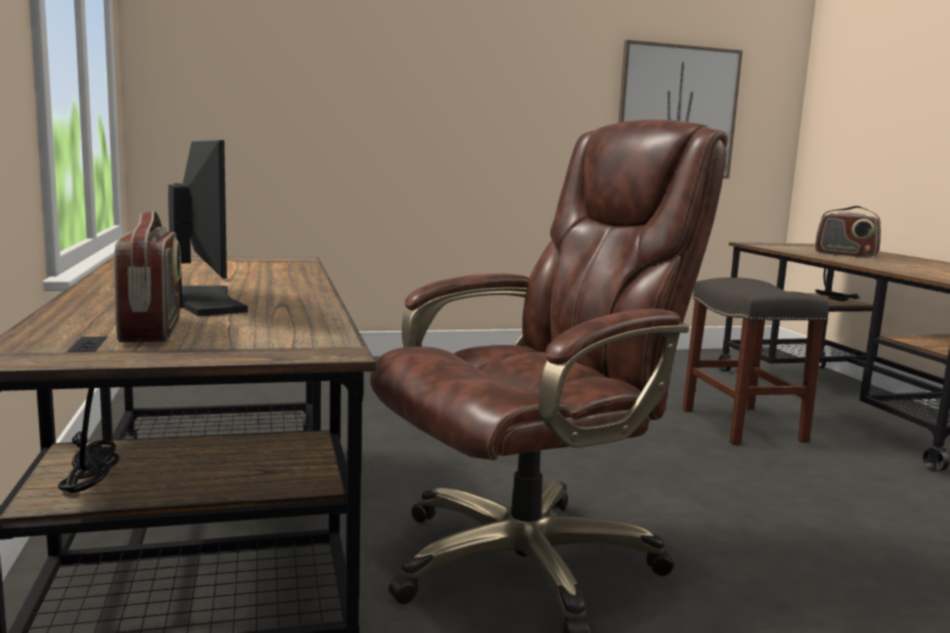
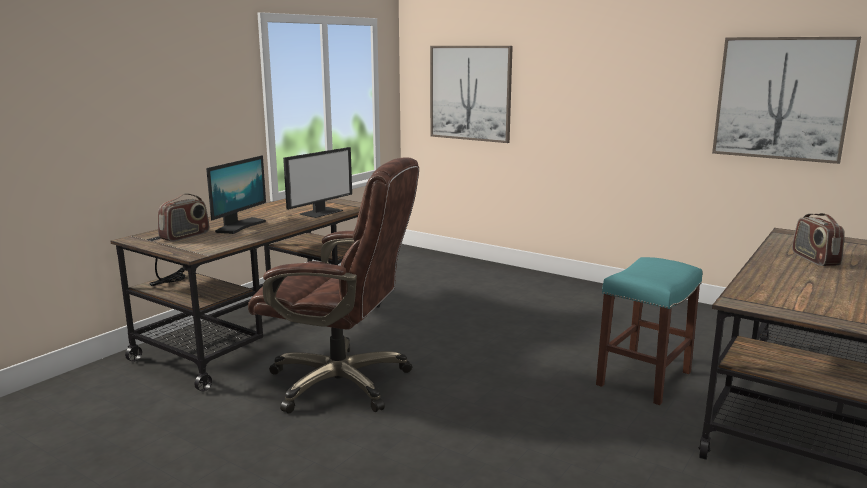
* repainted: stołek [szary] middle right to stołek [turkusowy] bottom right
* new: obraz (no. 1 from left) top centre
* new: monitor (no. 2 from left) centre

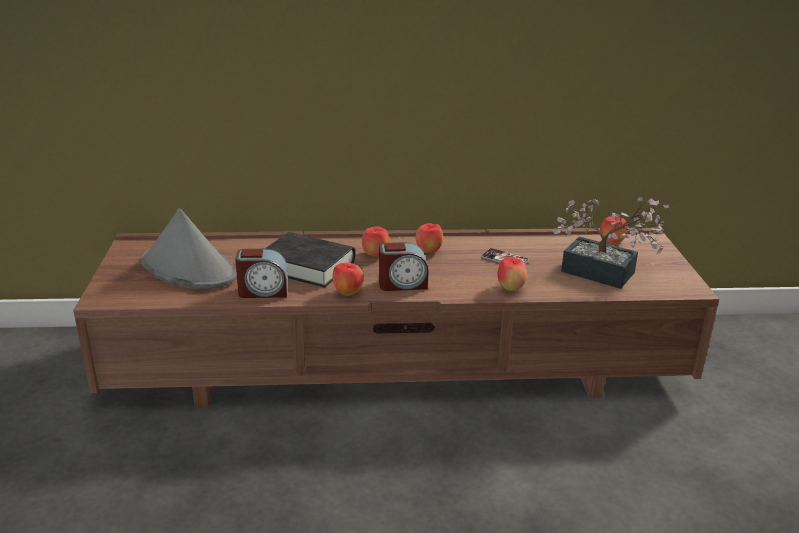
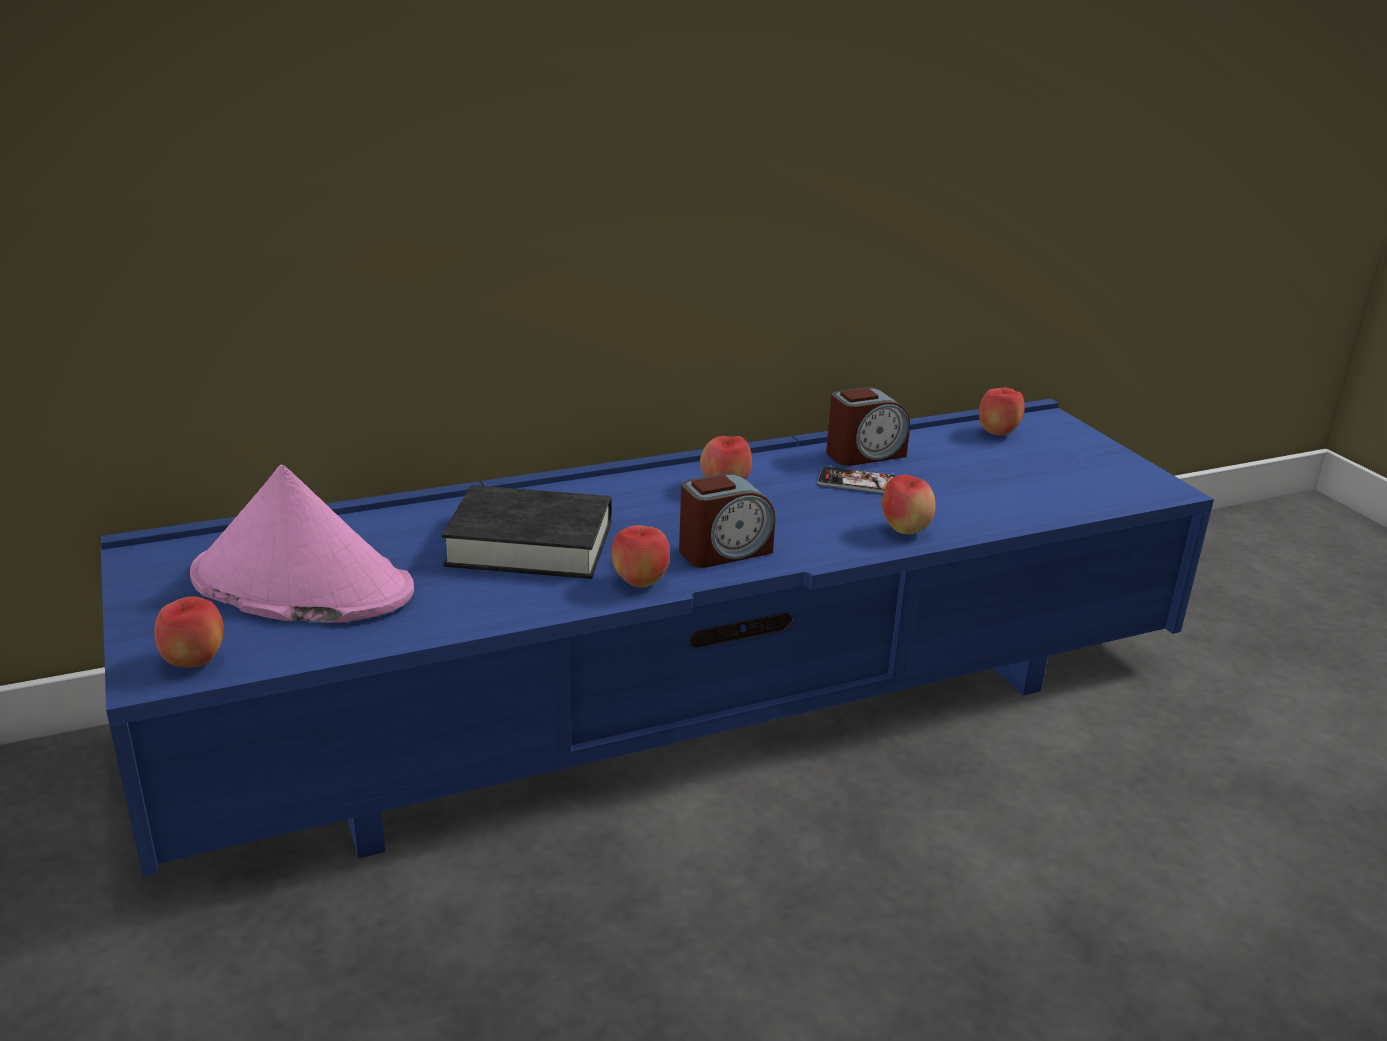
* gone: roślina doniczkowa middle right
* repainted: kapelusz [szary] middle left to kapelusz [różowy] middle left
* shifted: jabłko (no. 2 from left in the first image) centre to jabłko (no. 1 from left) middle left
* repainted: szafka pod telewizor [brązowy] centre to szafka pod telewizor [niebieski] centre
* shifted: budzik (no. 1 from left in the first image) middle left to budzik (no. 2 from left) centre

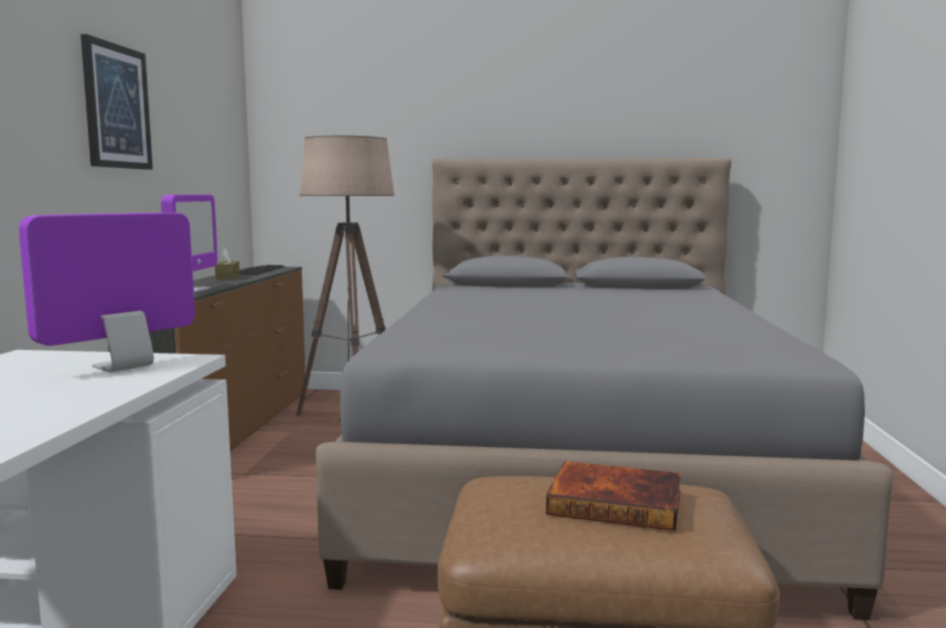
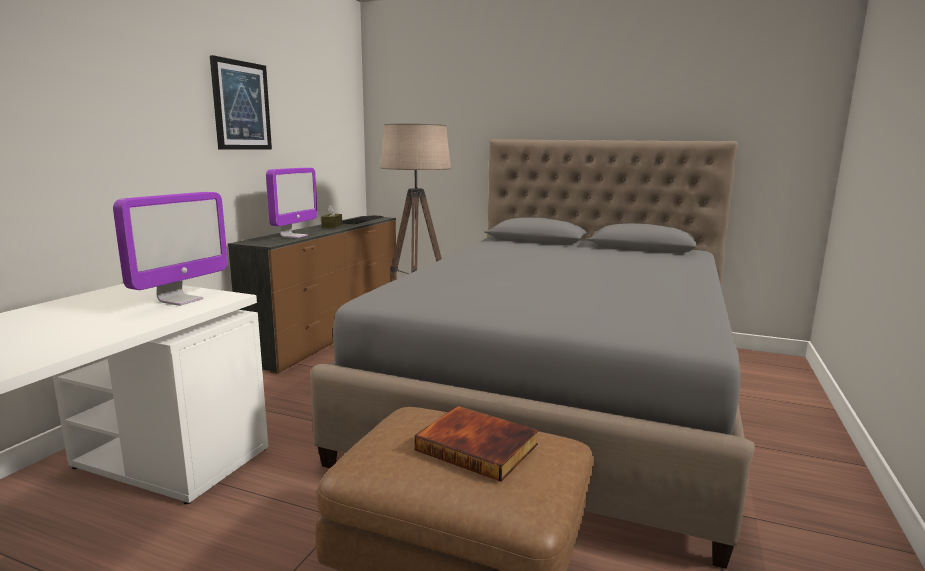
* rotated: monitor (no. 1 from left) middle left = middle left 150 degrees clockwise

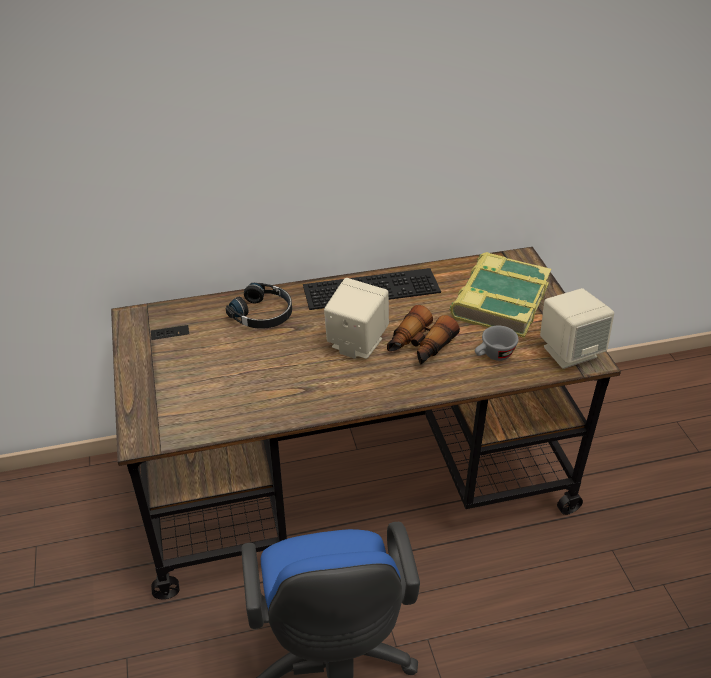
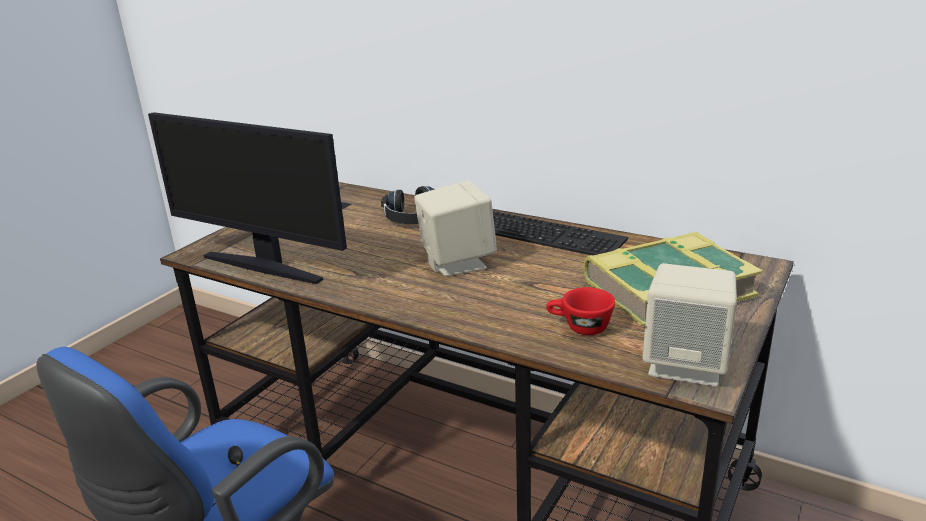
* gone: lornetka centre
* repainted: filiżanka [szary] middle right to filiżanka [czerwony] centre
* new: monitor middle left

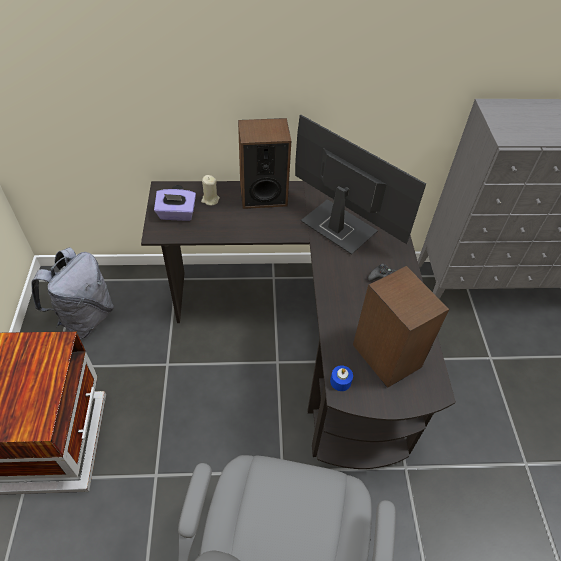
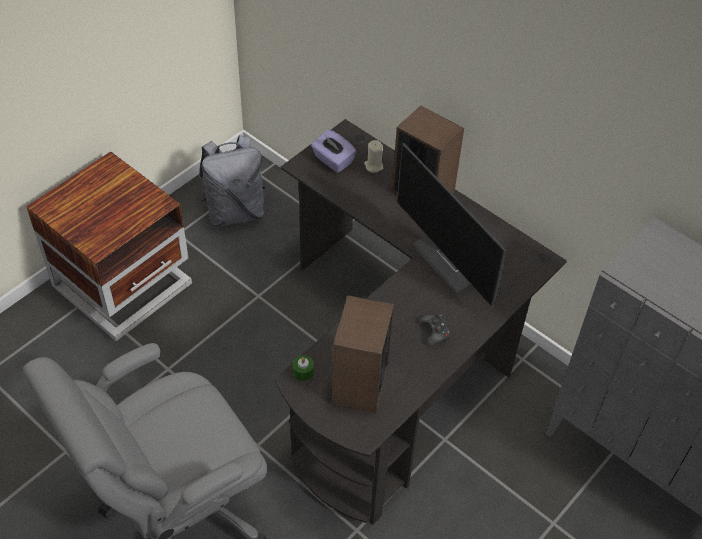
* rotated: monitor top centre = centre 150 degrees clockwise
* repainted: świeca [niebieski] bottom centre to świeca [zielony] bottom centre

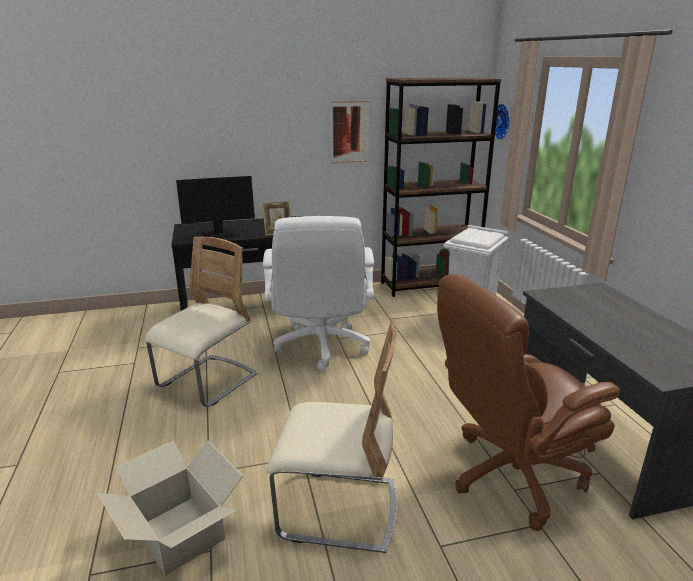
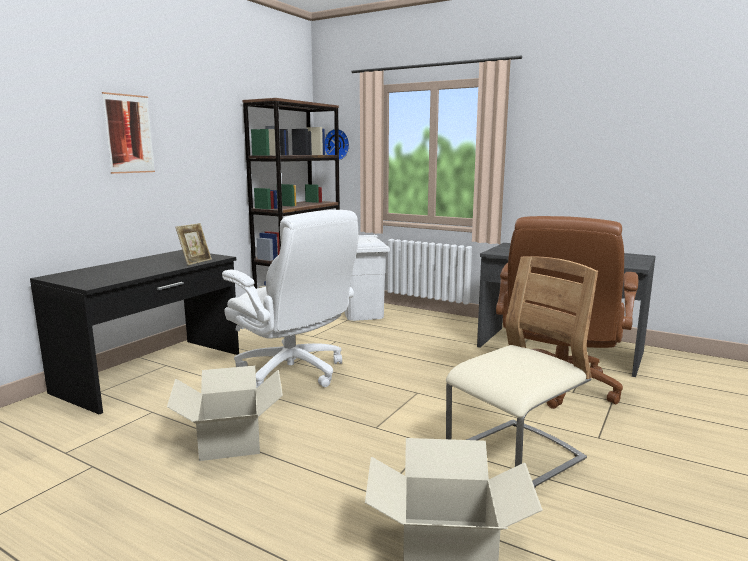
* shifted: obraz top centre to top left
* gone: monitor middle left
* swapped: krzesło [beżowy] (no. 1 from left) middle left to karton (no. 1 from left) bottom left

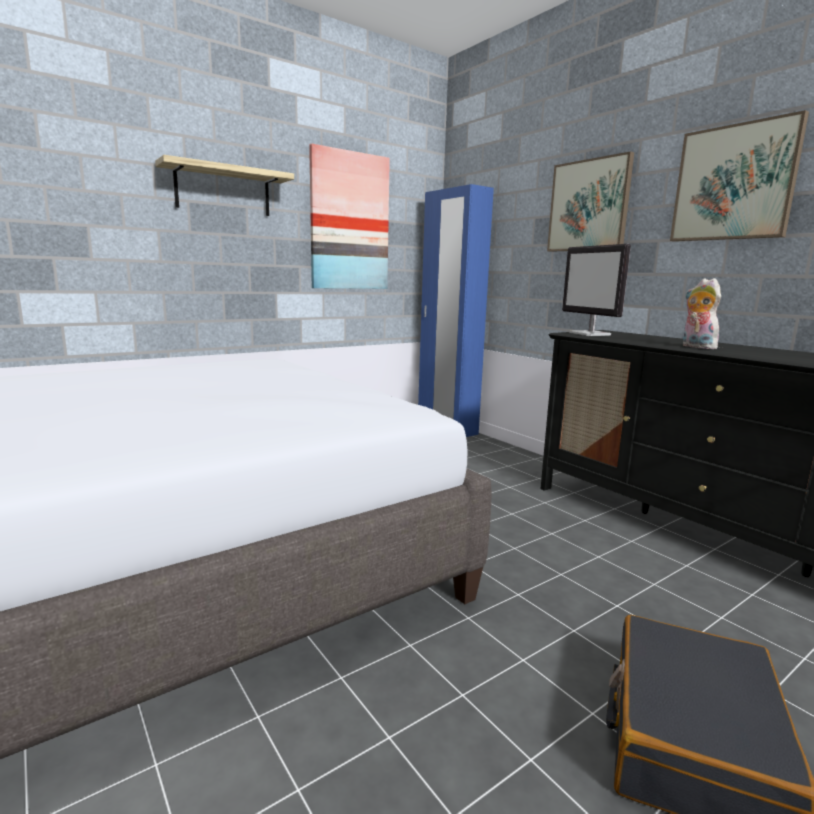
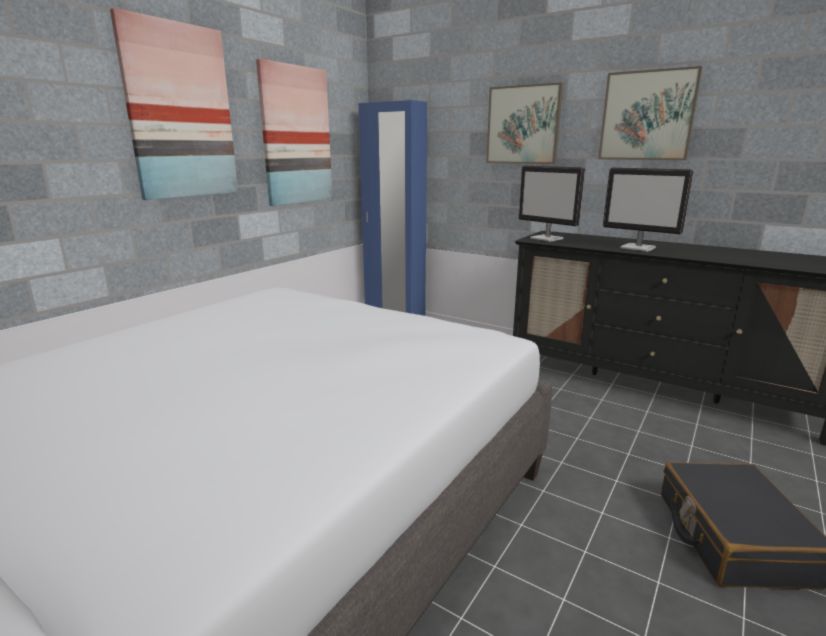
* swapped: półka top left to obraz (no. 1 from left) top left
* swapped: pluszak middle right to monitor (no. 2 from left) top right

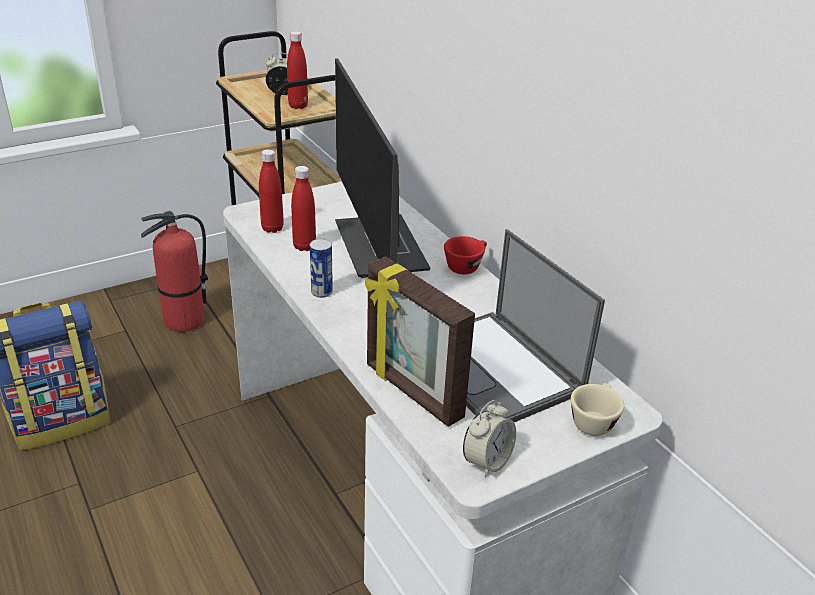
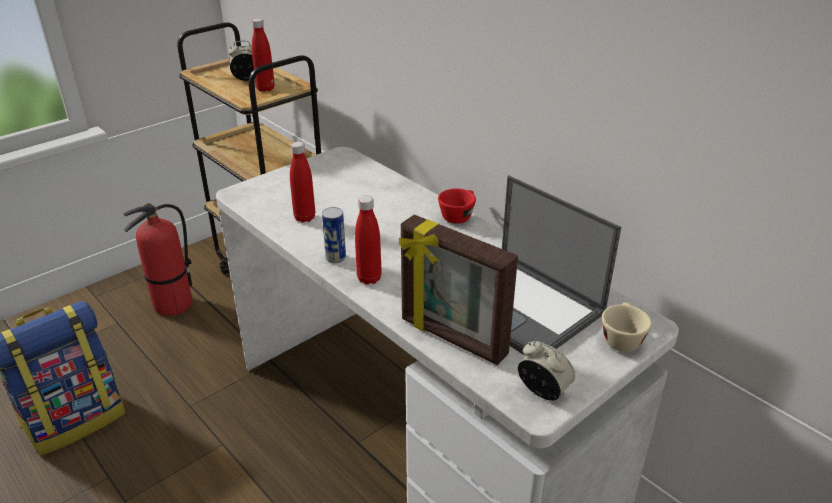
* gone: monitor top centre
* shifted: butelka [czerwony] (no. 1 from left in the first image) top left to butelka [czerwony] (no. 3 from left) centre
* rotated: budzik (no. 2 from left) bottom centre = bottom centre 75 degrees counterclockwise

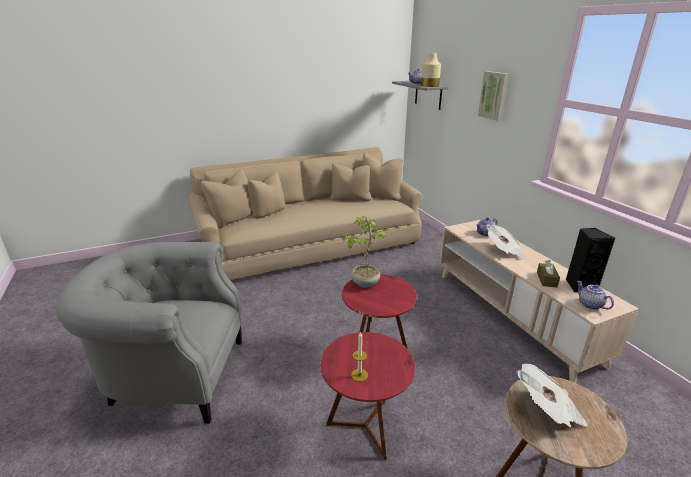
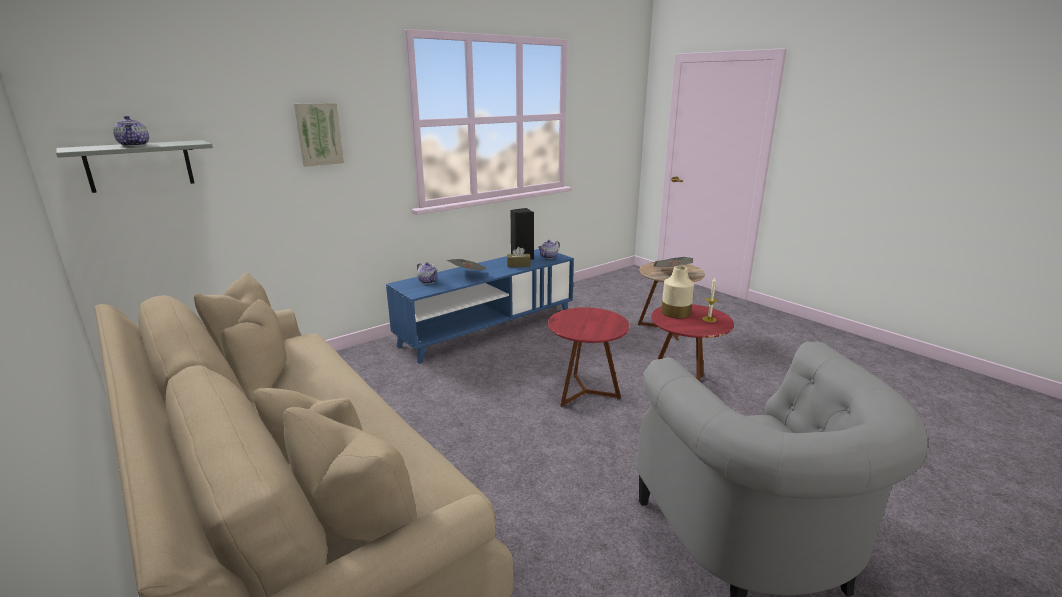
* shifted: wazon [beżowy] top centre to centre
* gone: roślina doniczkowa centre
* repainted: szafka pod telewizor [beżowy] middle right to szafka pod telewizor [niebieski] centre

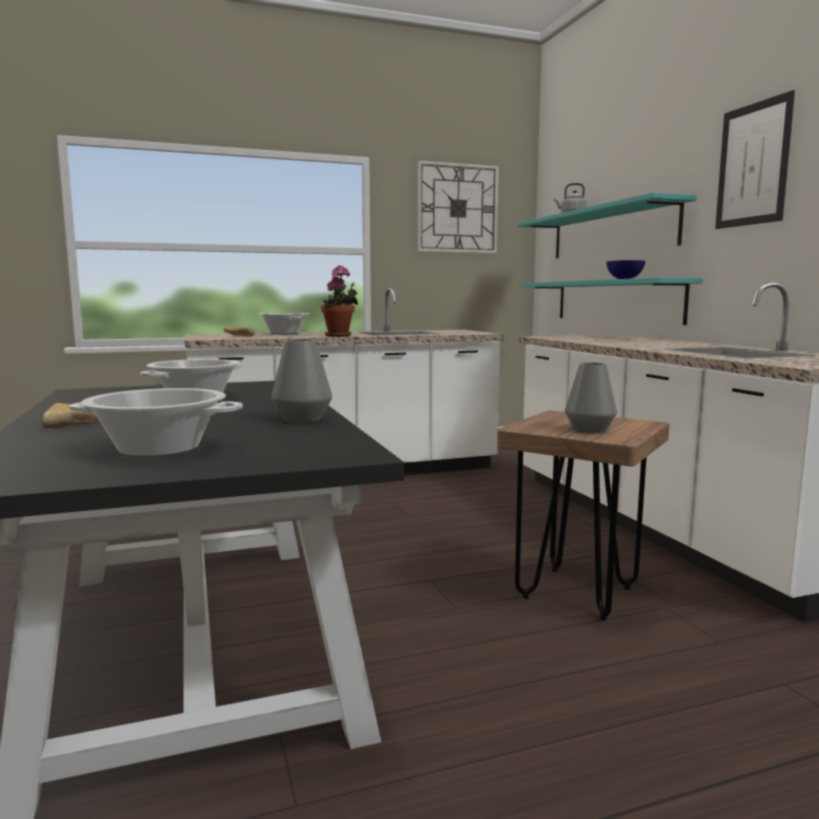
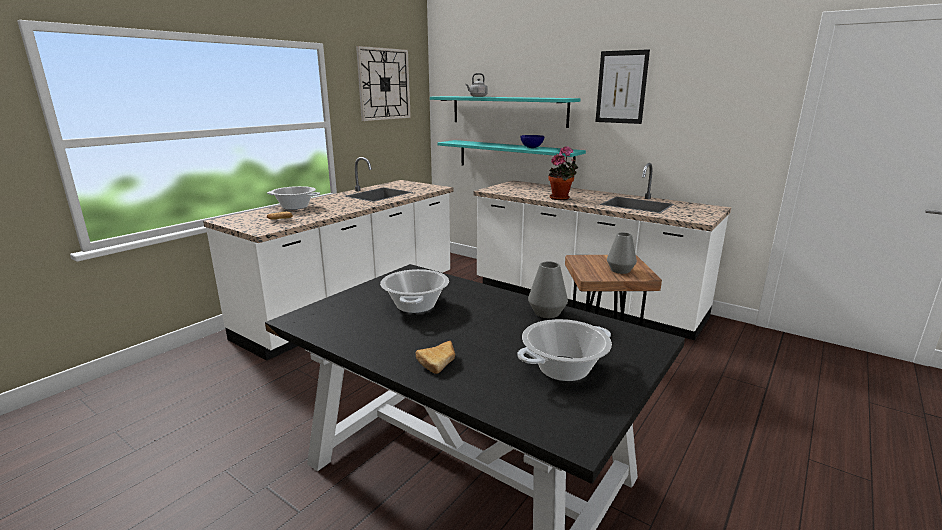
* shifted: roślina doniczkowa centre to top centre

